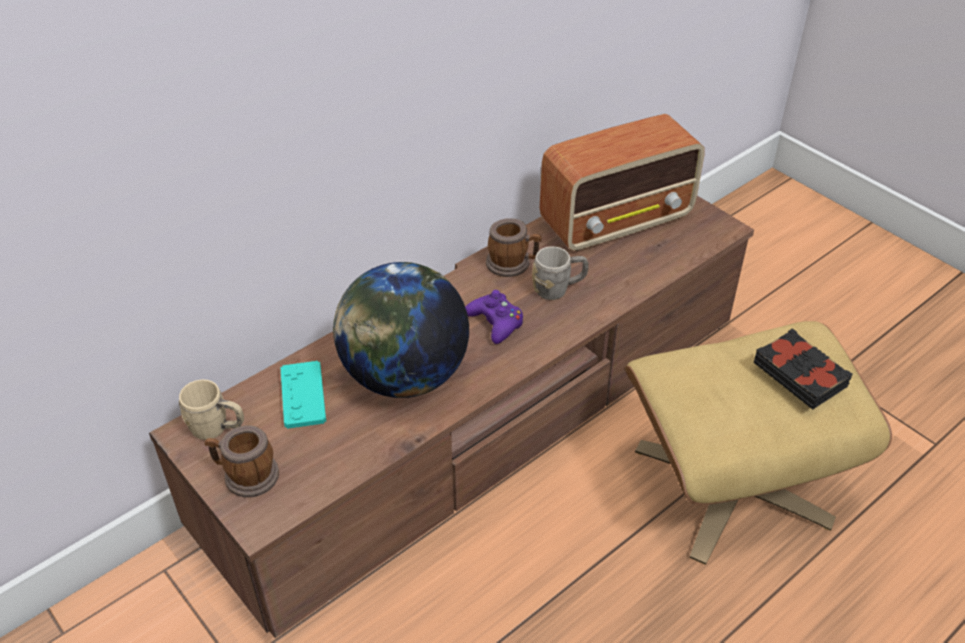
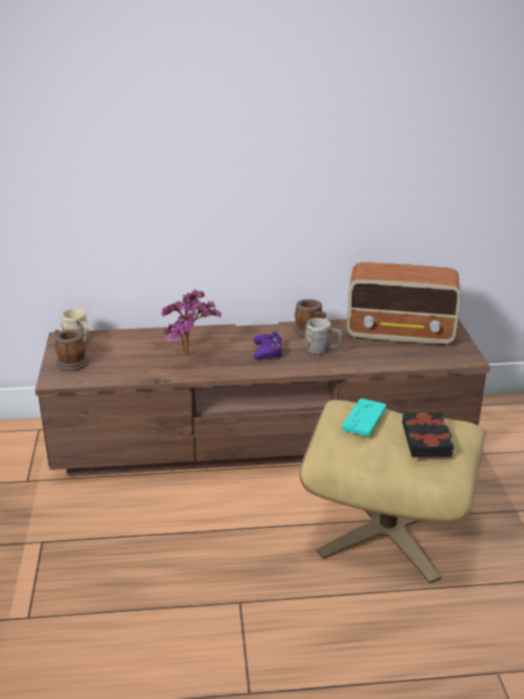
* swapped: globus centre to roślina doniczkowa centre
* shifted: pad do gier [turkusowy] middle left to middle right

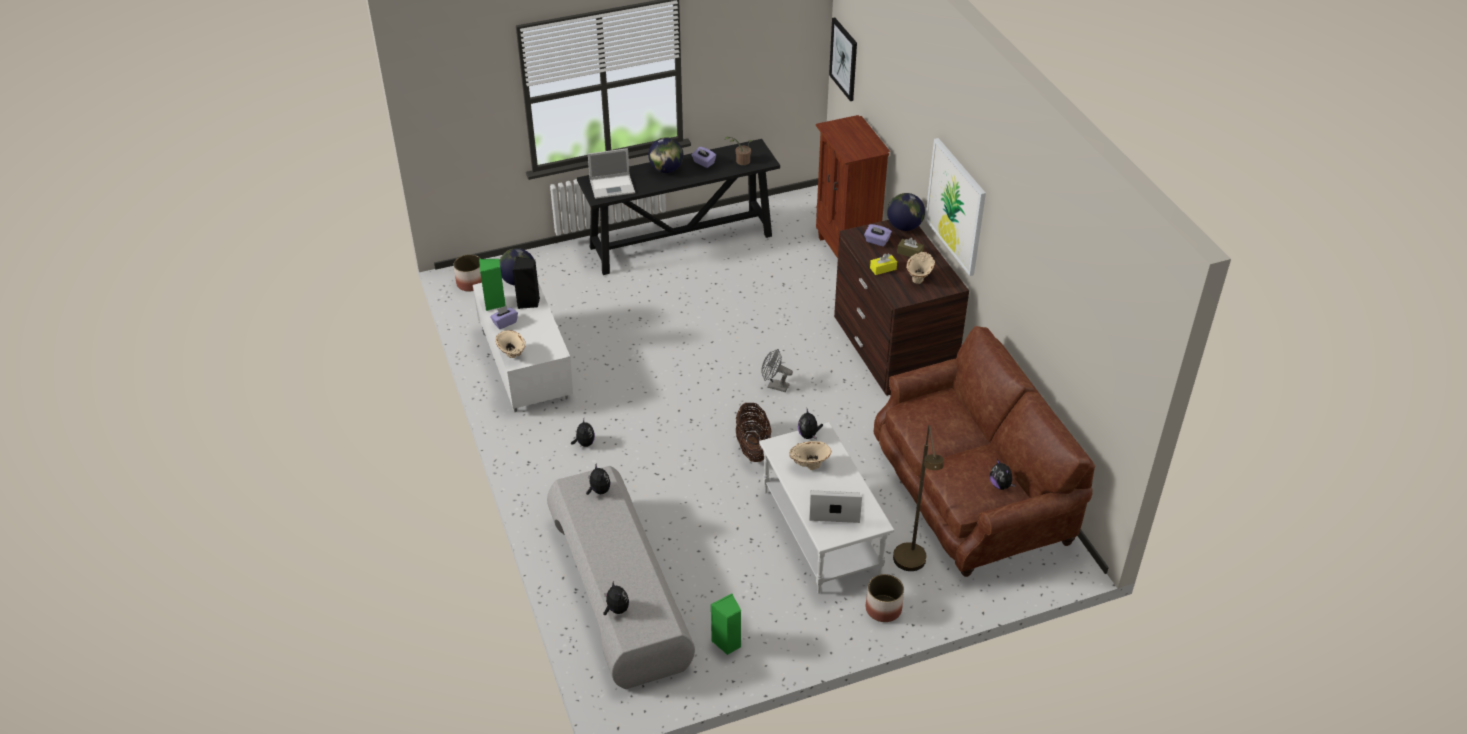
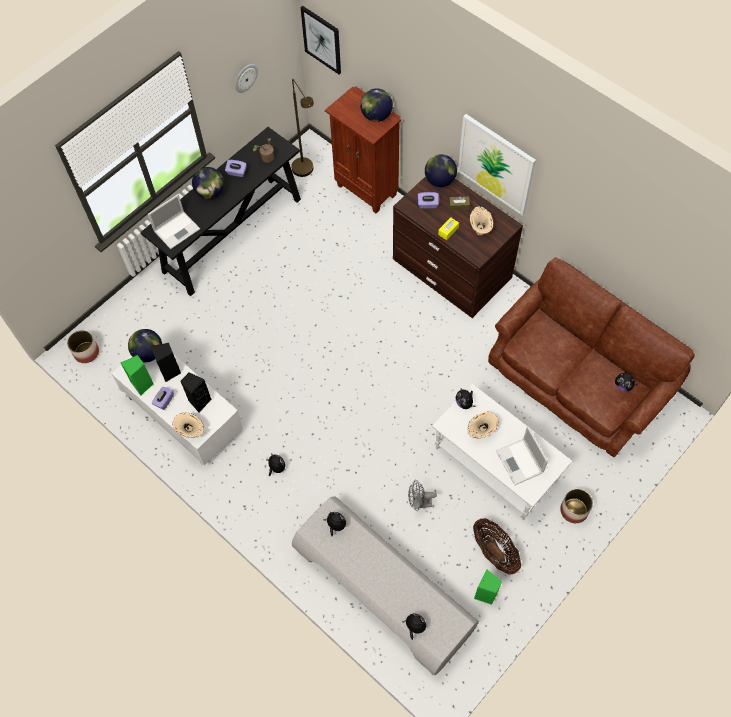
* shifted: wentylator [szary] centre to bottom centre
* shifted: koszyk centre to bottom right
* shifted: lampa stojąca [brązowy] bottom centre to top centre
* rotated: laptop (no. 2 from left) bottom centre = middle right 90 degrees counterclockwise
* new: zegar ścienny top centre
* new: globus (no. 3 from left) top centre
* new: głośnik [czarny] (no. 2 from left) middle left

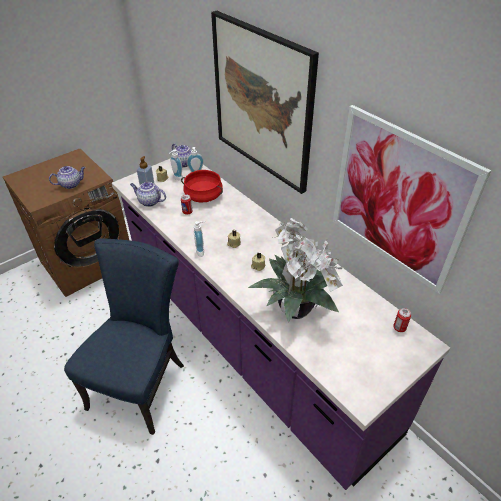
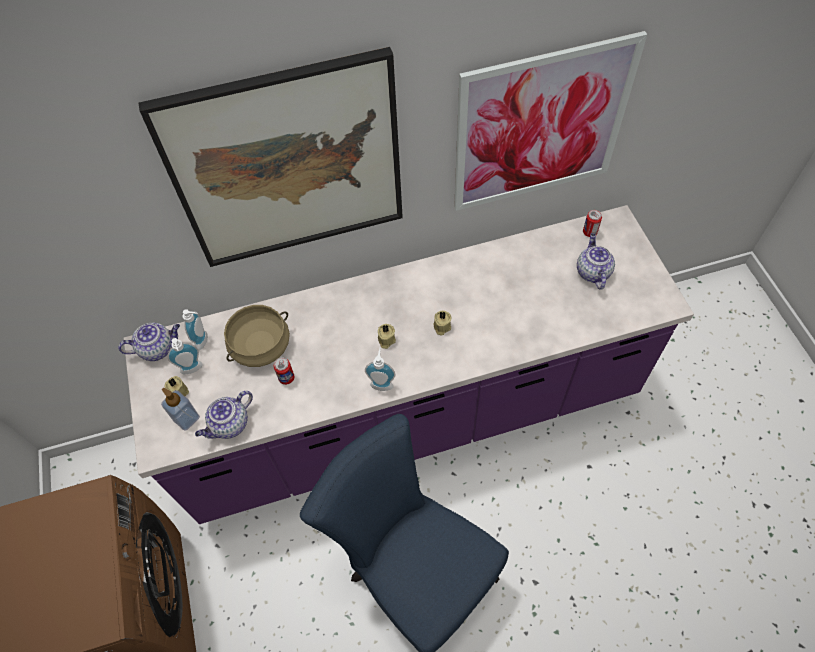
* shifted: imbryk (no. 1 from left in the first image) middle left to imbryk (no. 3 from left) middle right
* repainted: garnek [czerwony] centre to garnek [beżowy] middle left
* gone: roślina doniczkowa centre

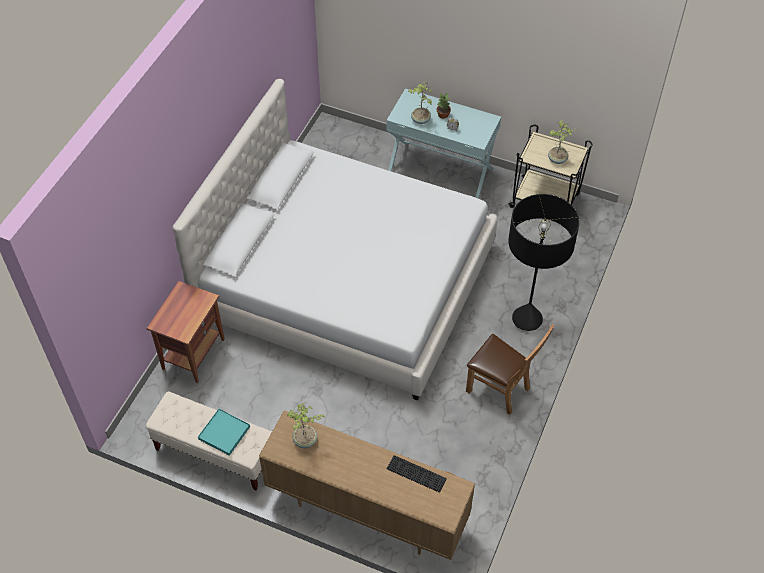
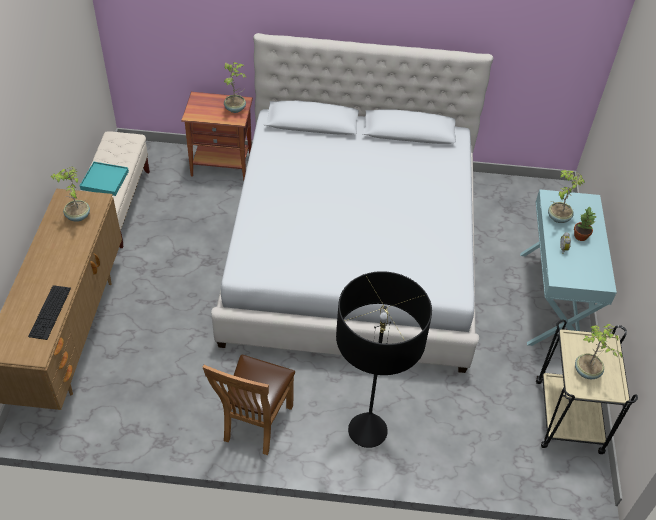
* new: roślina doniczkowa (no. 2 from left) top centre

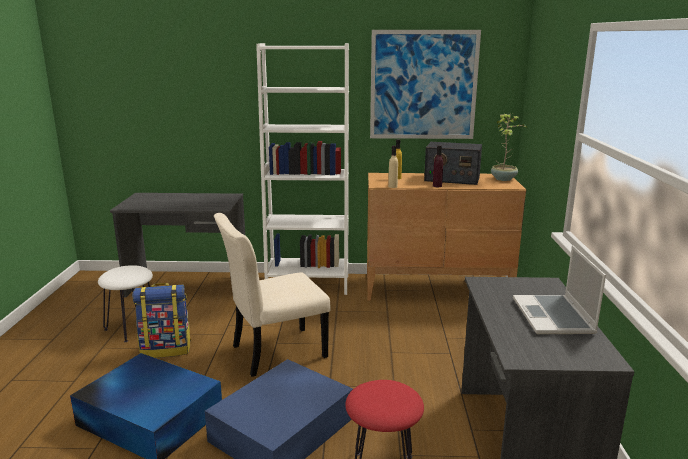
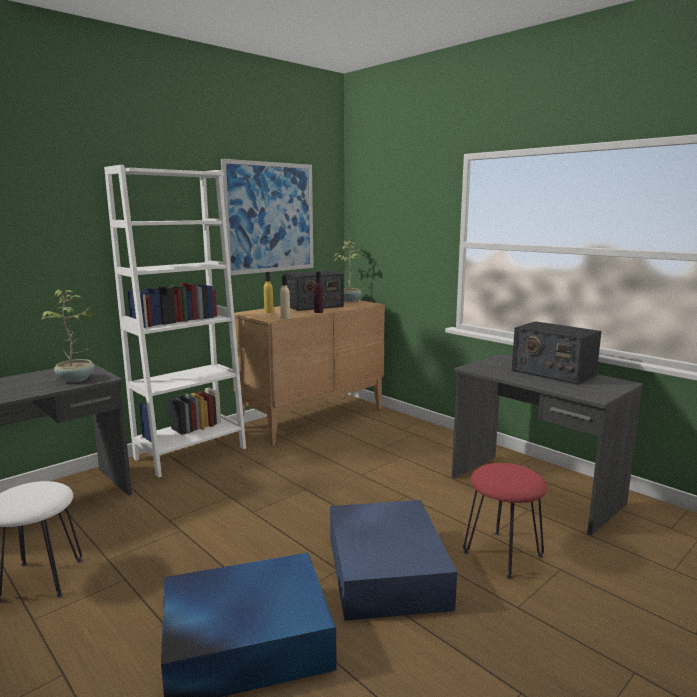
* gone: krzesło [beżowy] centre
* swapped: laptop middle right to radio (no. 2 from left) middle right
* gone: plecak bottom left
* new: roślina doniczkowa (no. 1 from left) middle left

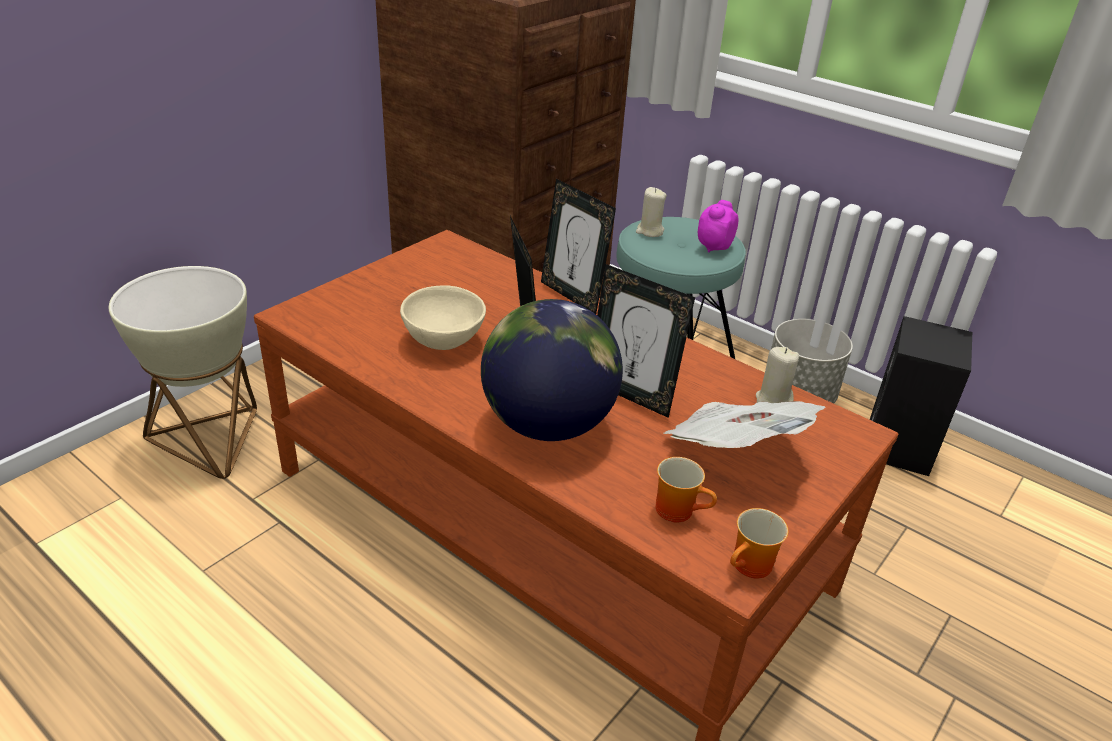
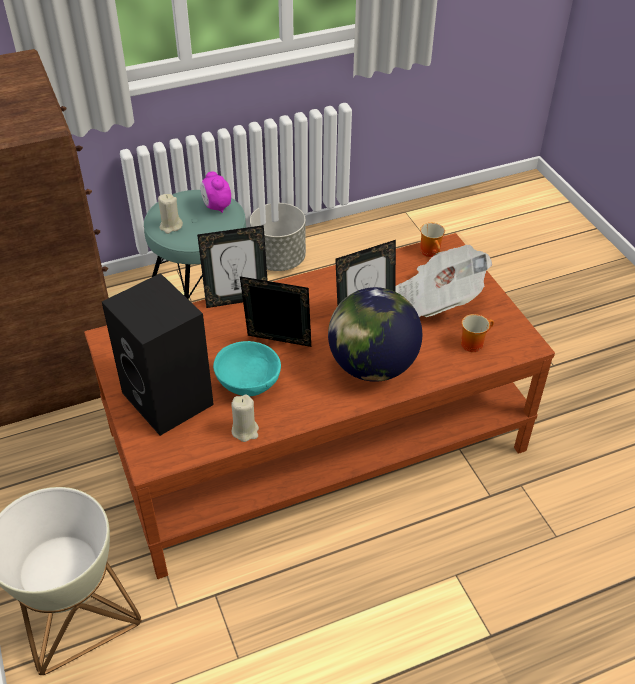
* repainted: miska [beżowy] centre to miska [turkusowy] centre
* shifted: głośnik [czarny] middle right to middle left
* shifted: świeca [beżowy] (no. 2 from left) middle right to centre
* shifted: kubek (no. 2 from left in the first image) bottom right to kubek (no. 1 from left) middle right

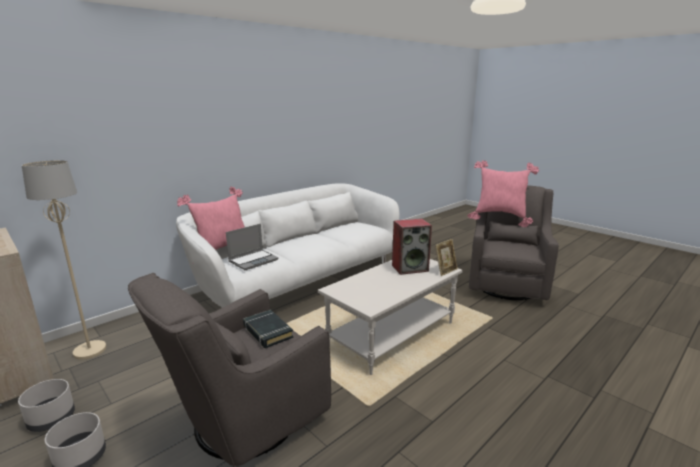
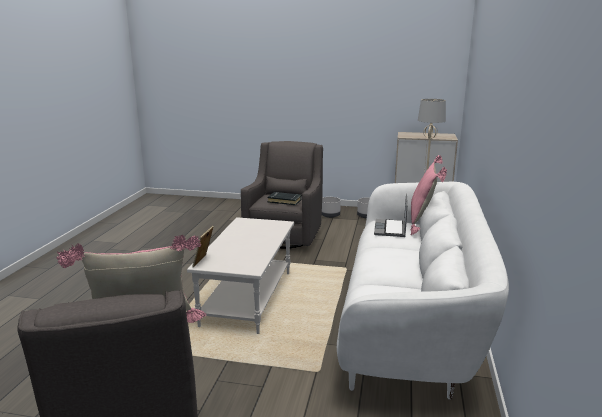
* gone: głośnik centre

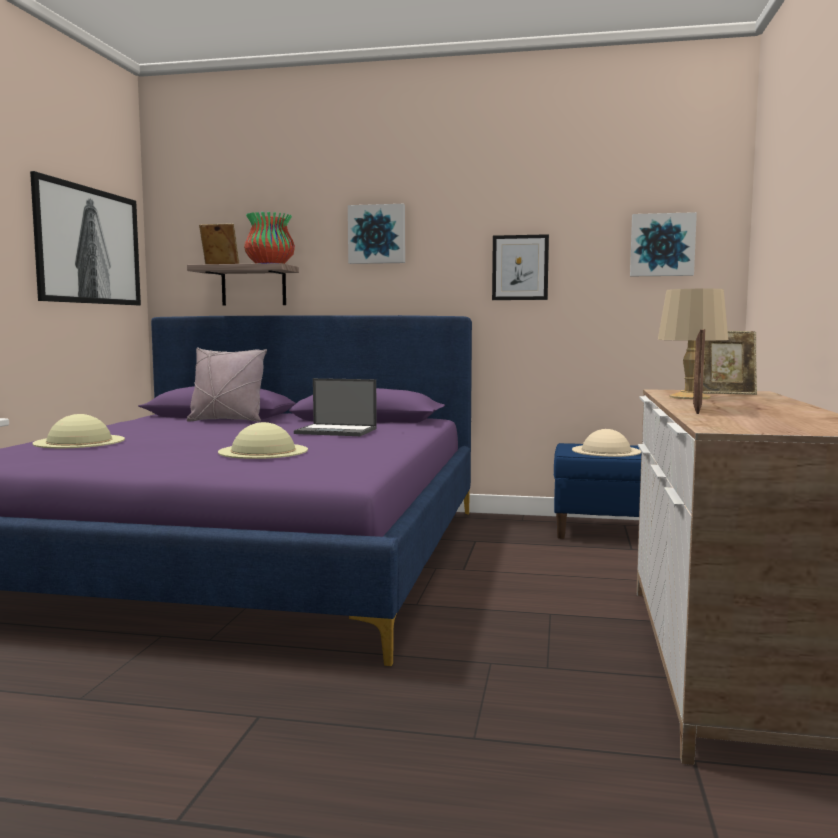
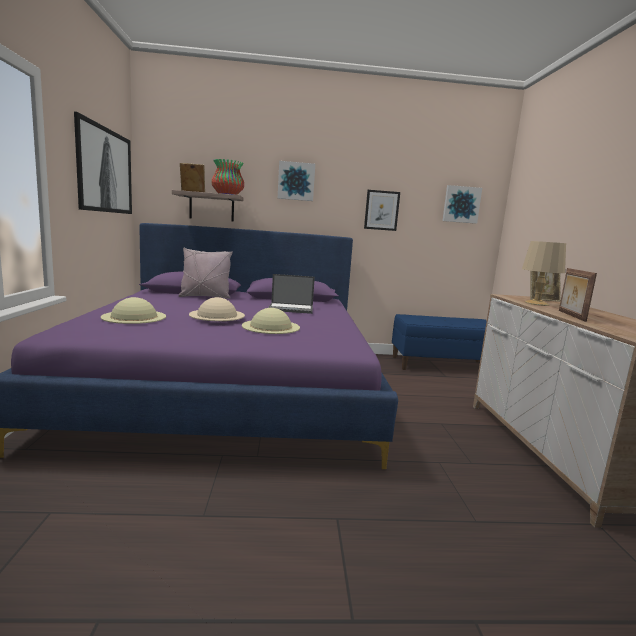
* shifted: kapelusz [beżowy] (no. 3 from left in the first image) middle right to kapelusz [beżowy] (no. 2 from left) centre

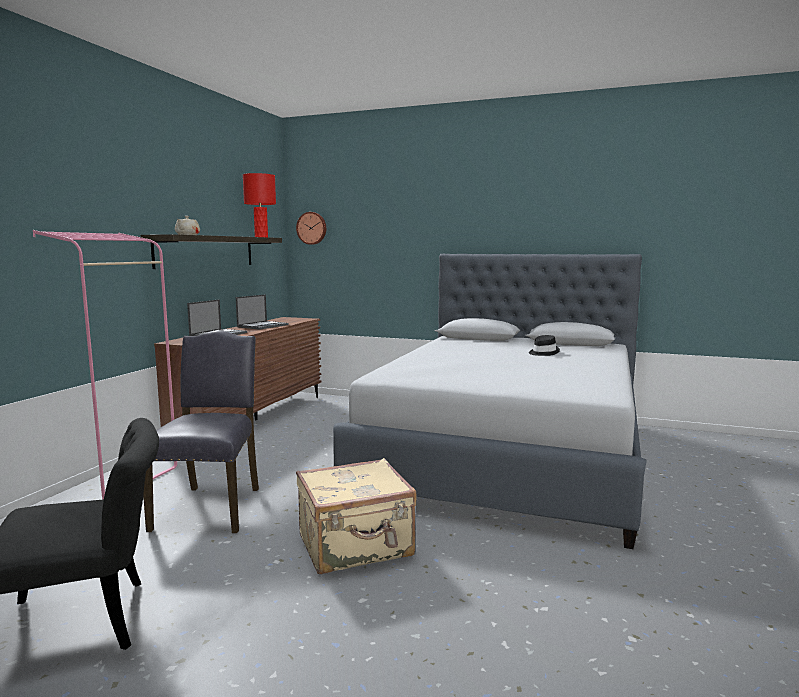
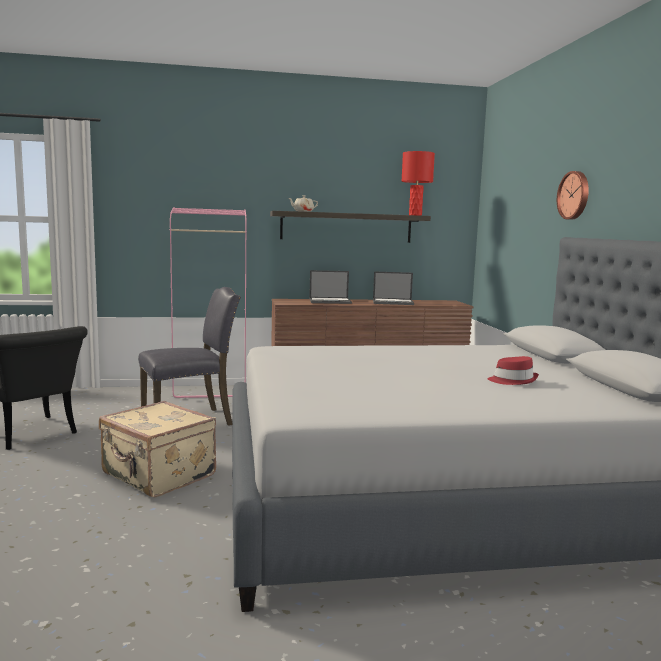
* shifted: zegar ścienny top centre to top right
* repainted: kapelusz [czarny] middle right to kapelusz [czerwony] middle right

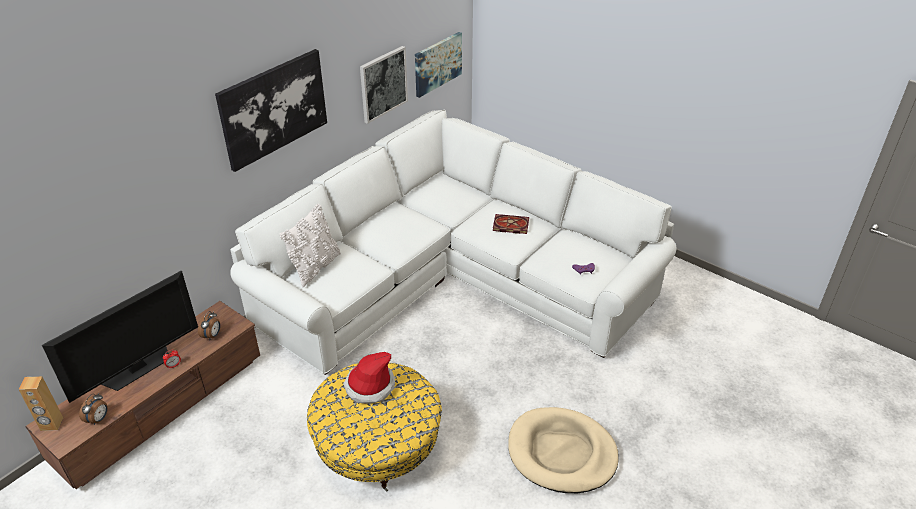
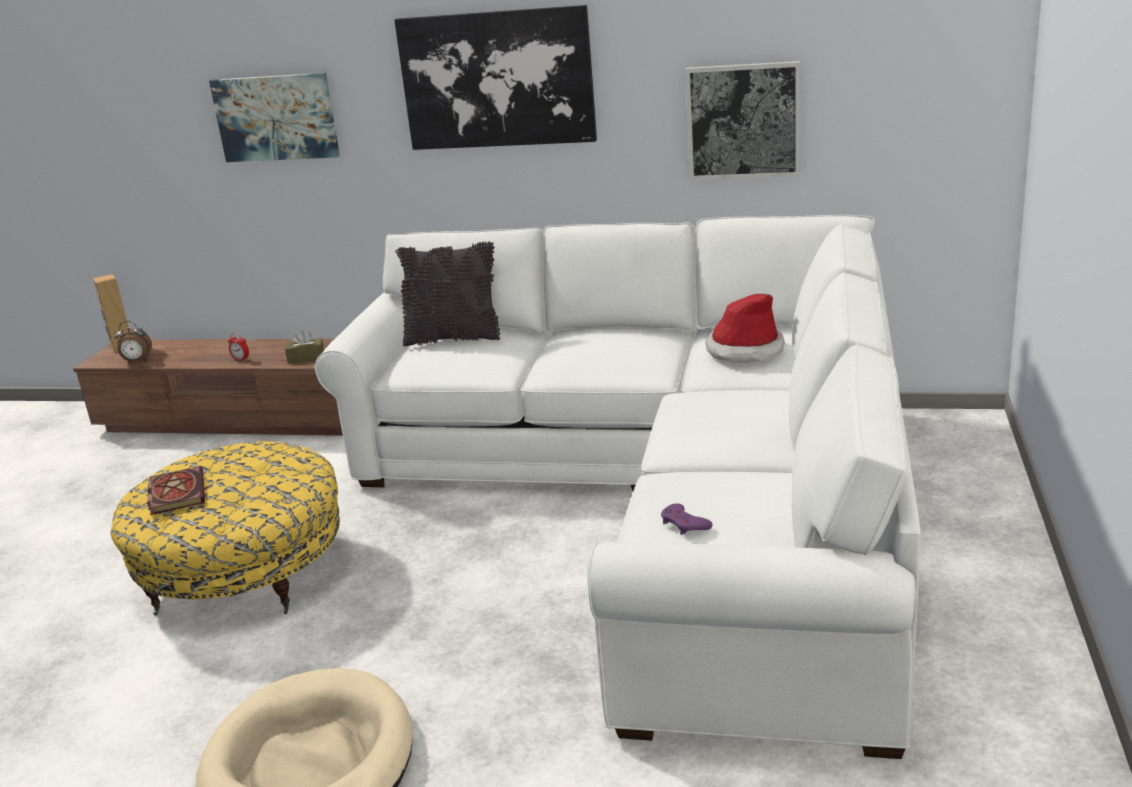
* shifted: obraz (no. 3 from left in the first image) top centre to obraz (no. 1 from left) top left
* repainted: poduszka [biały] centre to poduszka [czarny] centre
* shifted: książka centre to middle left
* gone: telewizor middle left
* swapped: budzik (no. 3 from left) middle left to pudełko chusteczek [brązowy] middle left
* shifted: kapelusz bottom centre to centre

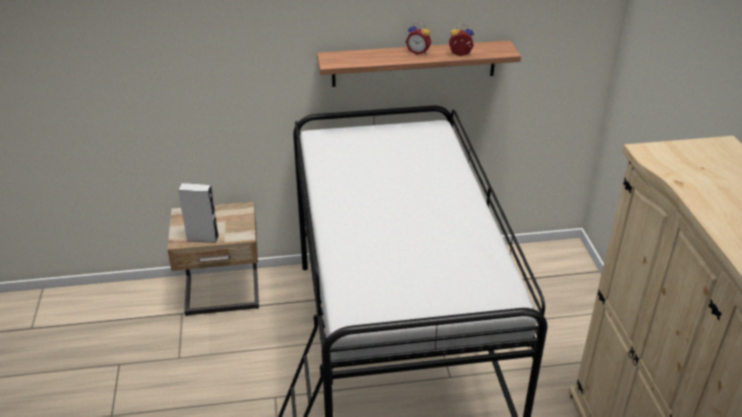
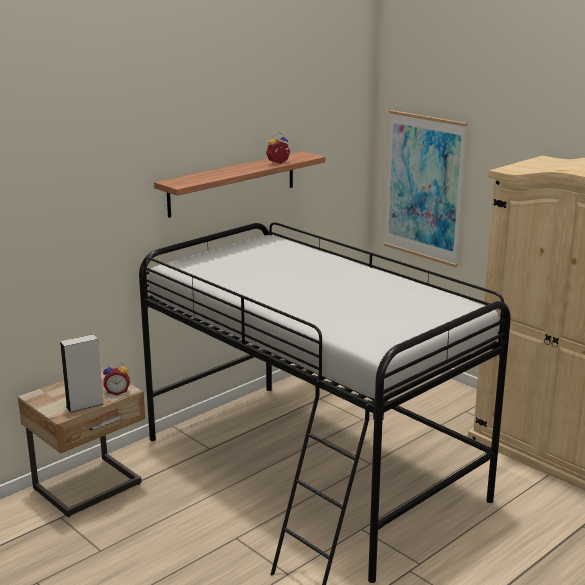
* shifted: budzik (no. 1 from left) top centre to middle left
* new: obraz top right

